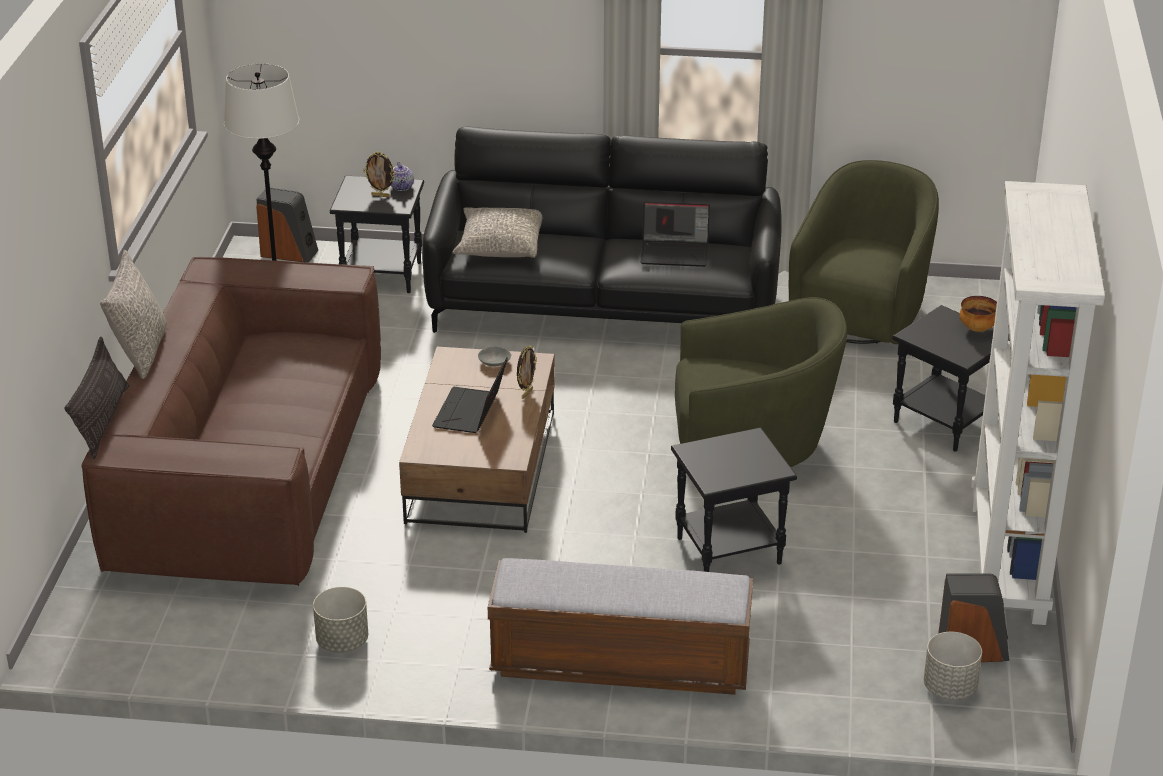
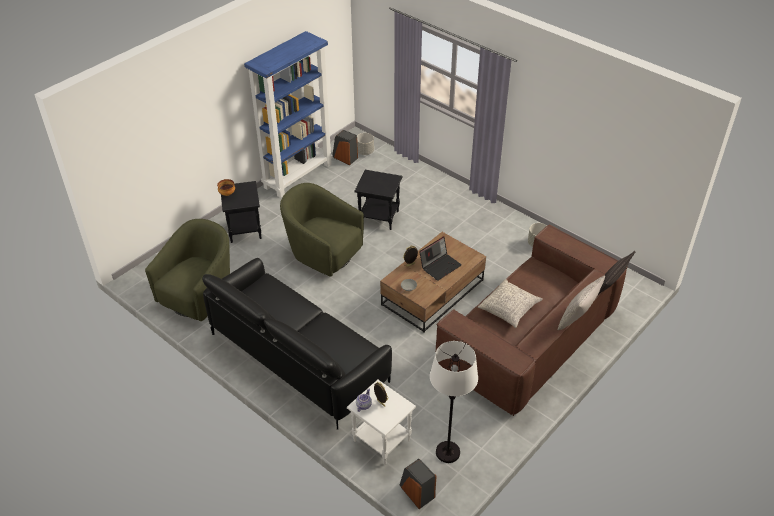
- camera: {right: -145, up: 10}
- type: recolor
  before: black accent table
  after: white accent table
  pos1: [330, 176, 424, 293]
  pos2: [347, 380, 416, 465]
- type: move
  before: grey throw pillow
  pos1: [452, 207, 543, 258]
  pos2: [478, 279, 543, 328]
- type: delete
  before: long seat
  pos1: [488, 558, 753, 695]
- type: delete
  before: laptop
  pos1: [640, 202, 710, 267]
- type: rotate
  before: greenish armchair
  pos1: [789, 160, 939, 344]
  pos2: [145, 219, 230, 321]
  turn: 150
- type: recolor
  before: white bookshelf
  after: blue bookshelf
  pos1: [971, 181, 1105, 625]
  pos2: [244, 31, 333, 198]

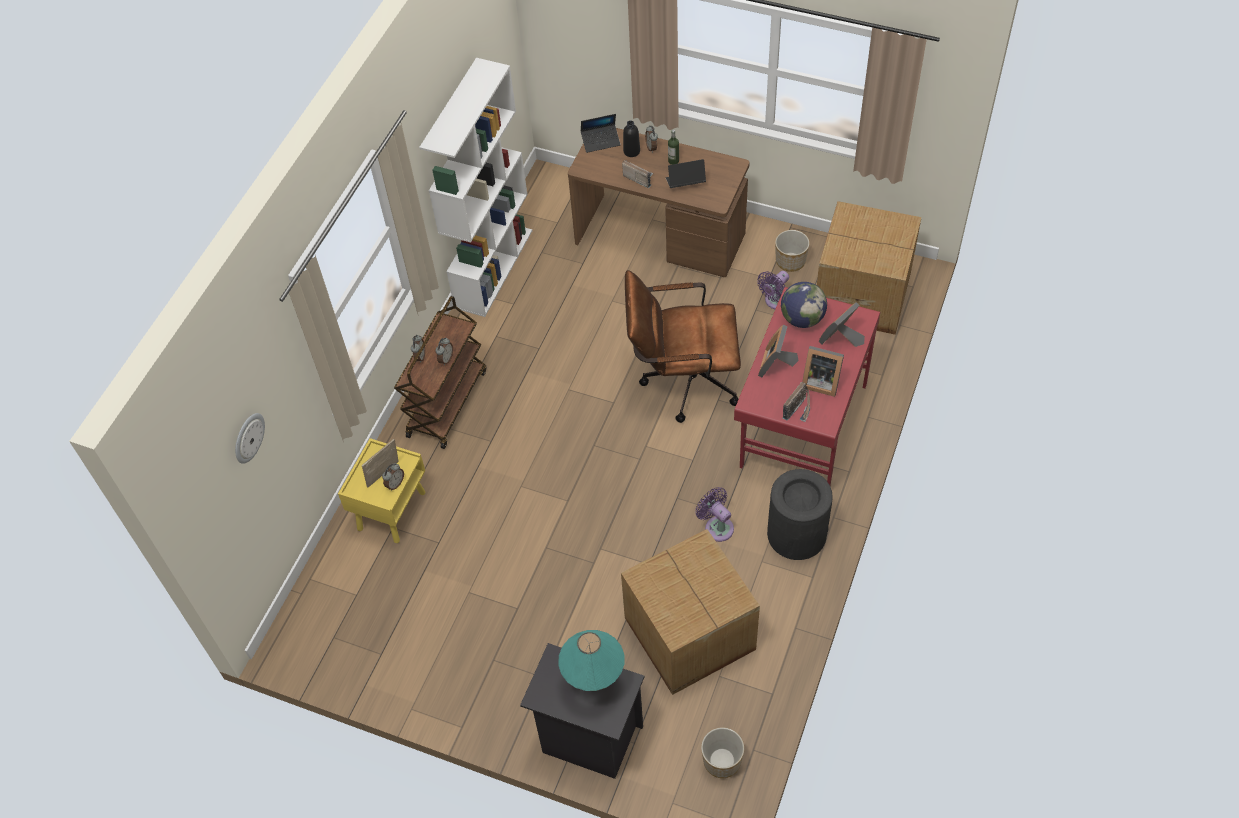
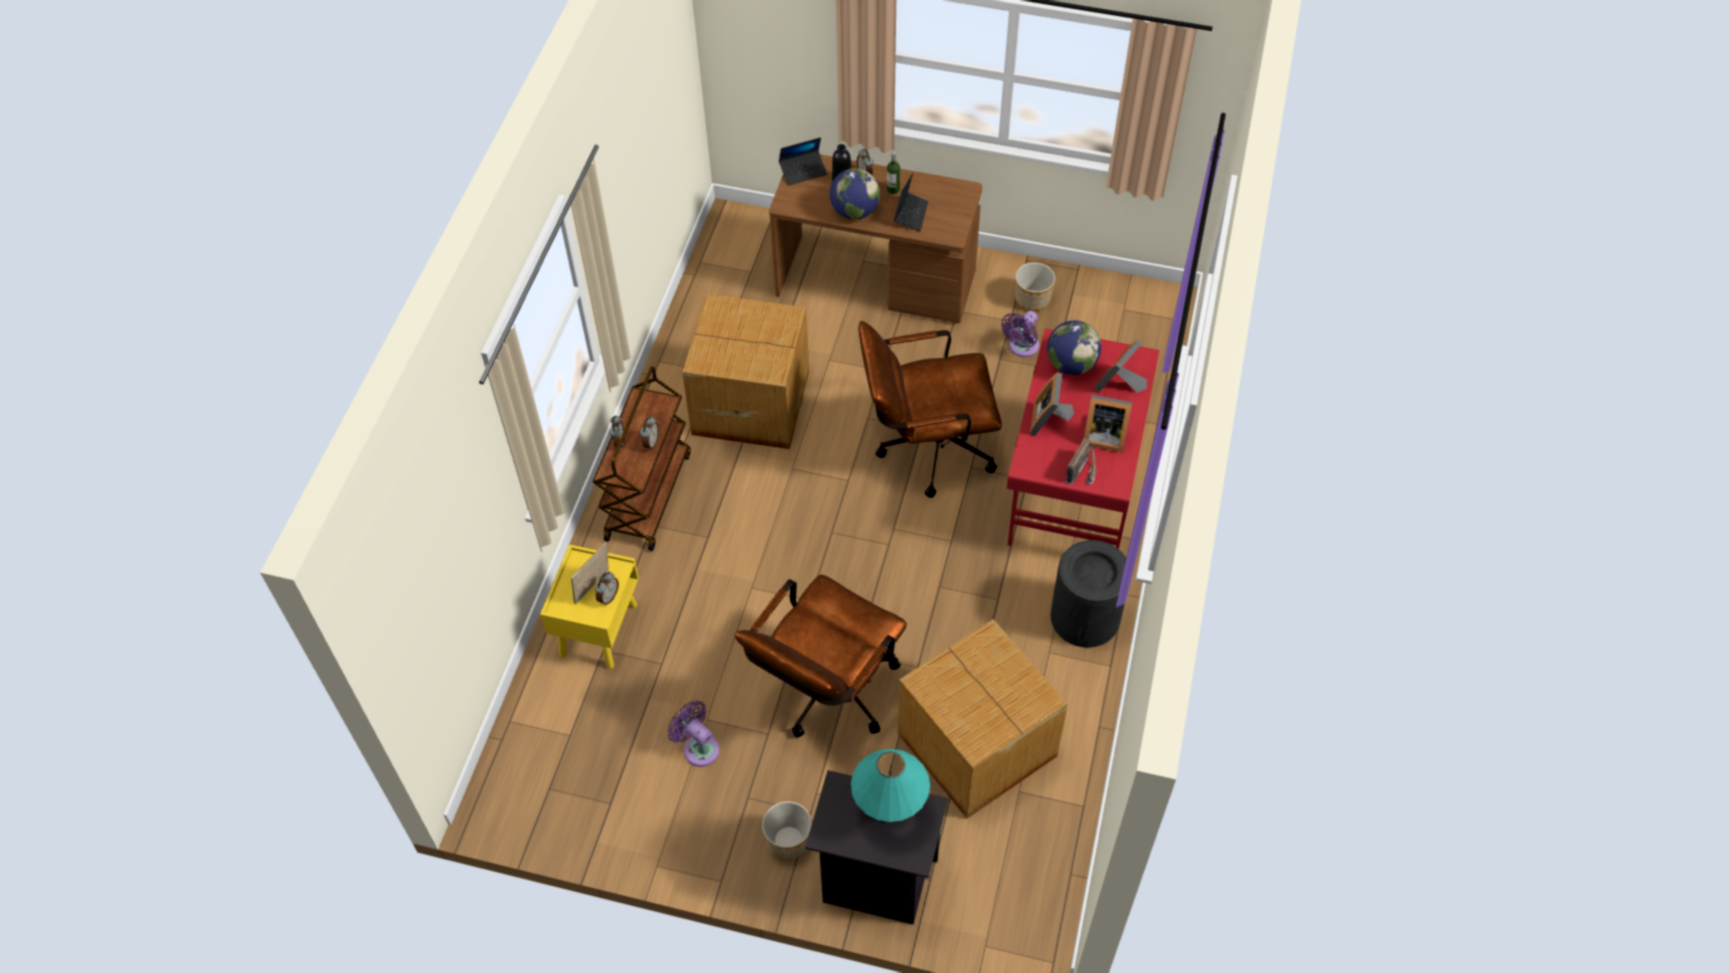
- camera: {right: -10, up: 0}
- type: delete
  before: clock on the wall
  pos1: [235, 413, 265, 464]
- type: delete
  before: white bookshelf
  pos1: [419, 58, 532, 317]
- type: replace
  before: radio receiver
  after: world globe
  pos1: [622, 160, 653, 188]
  pos2: [830, 168, 880, 220]
- type: rotate
  before: laptop
  pos1: [666, 159, 706, 188]
  pos2: [894, 173, 928, 232]
  turn: 120
- type: move
  before: purplish cooling fan
  pos1: [695, 487, 734, 542]
  pos2: [667, 700, 720, 767]
- type: move
  before: planter
  pos1: [701, 727, 744, 778]
  pos2: [762, 801, 812, 860]
- type: move
  before: cardboard box
  pos1: [817, 201, 922, 335]
  pos2: [682, 294, 809, 449]
- type: insert
  after: brownish desk chair
  pos2: [735, 575, 907, 737]

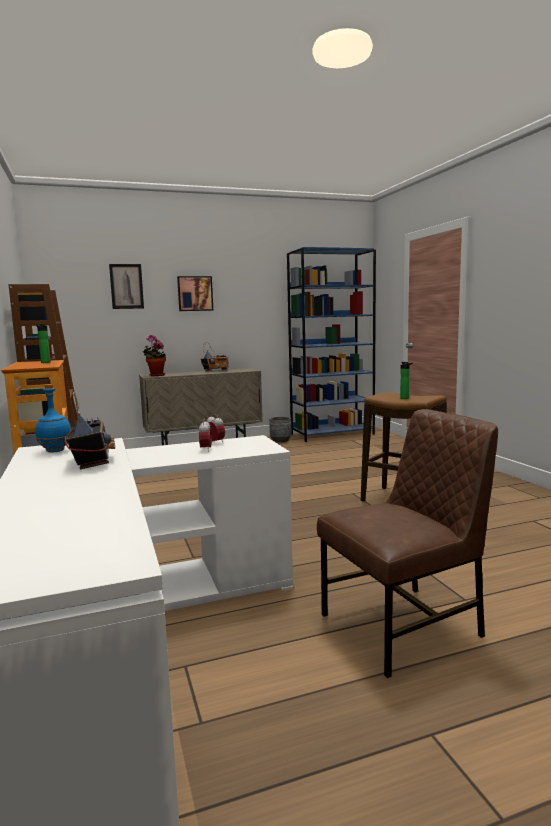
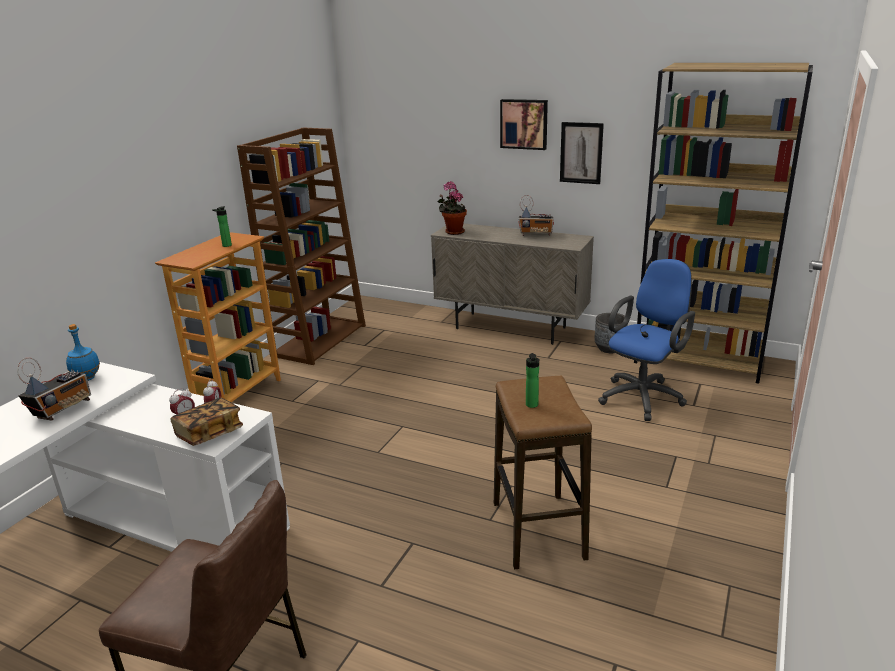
- camera: {right: 45, up: 15}
- type: move
  before: picture
  pos1: [109, 264, 144, 309]
  pos2: [560, 122, 604, 184]
- type: recolor
  before: blue bookshelf
  after: brownish bookshelf
  pos1: [287, 247, 376, 442]
  pos2: [634, 63, 813, 384]
- type: insert
  after: book
  pos2: [170, 398, 243, 446]
- type: insert
  after: blue desk chair
  pos2: [598, 259, 695, 421]

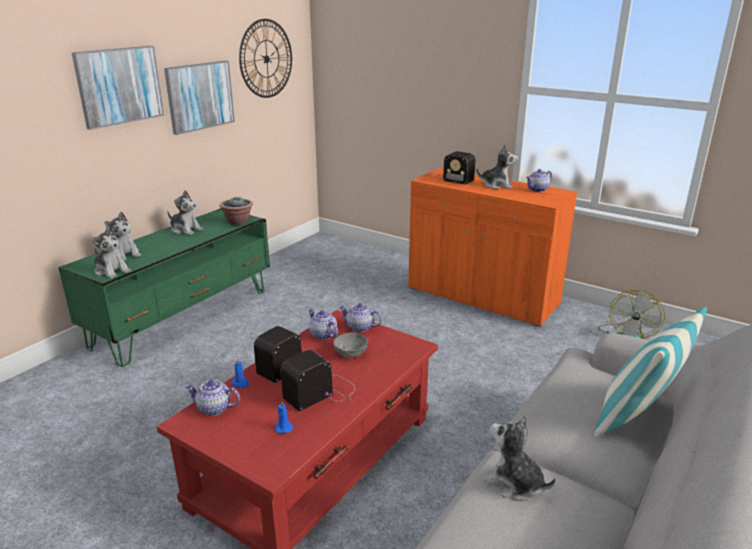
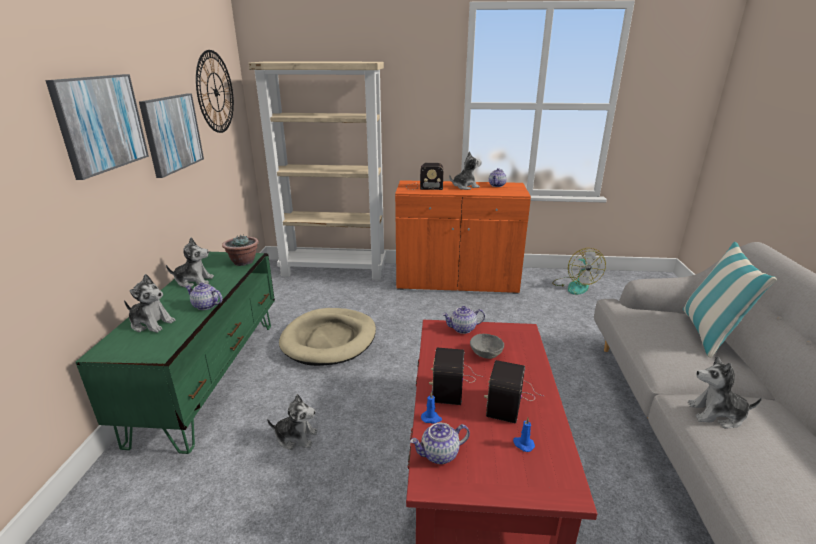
- camera: {right: -30, up: 0}
- type: move
  before: cuddly toy
  pos1: [92, 226, 131, 279]
  pos2: [267, 394, 318, 450]
- type: move
  before: teapot
  pos1: [308, 309, 338, 340]
  pos2: [185, 283, 223, 310]
- type: insert
  after: beige-coloured bookshelf
  pos2: [249, 61, 386, 280]
- type: insert
  after: beige-coloured dog bed
  pos2: [279, 308, 376, 366]

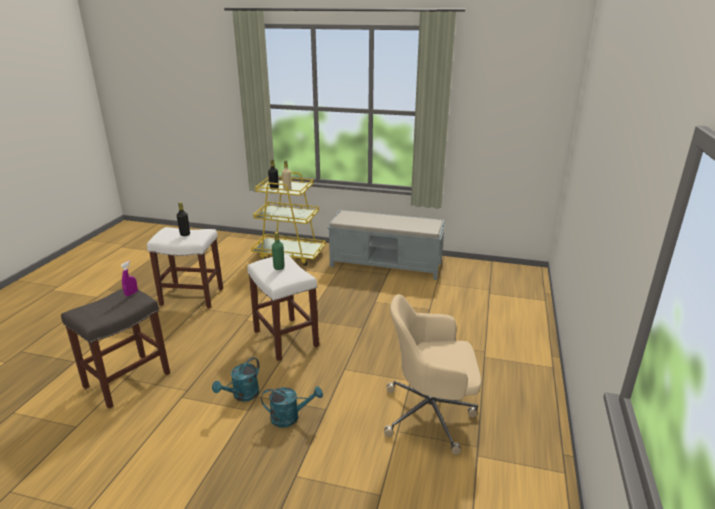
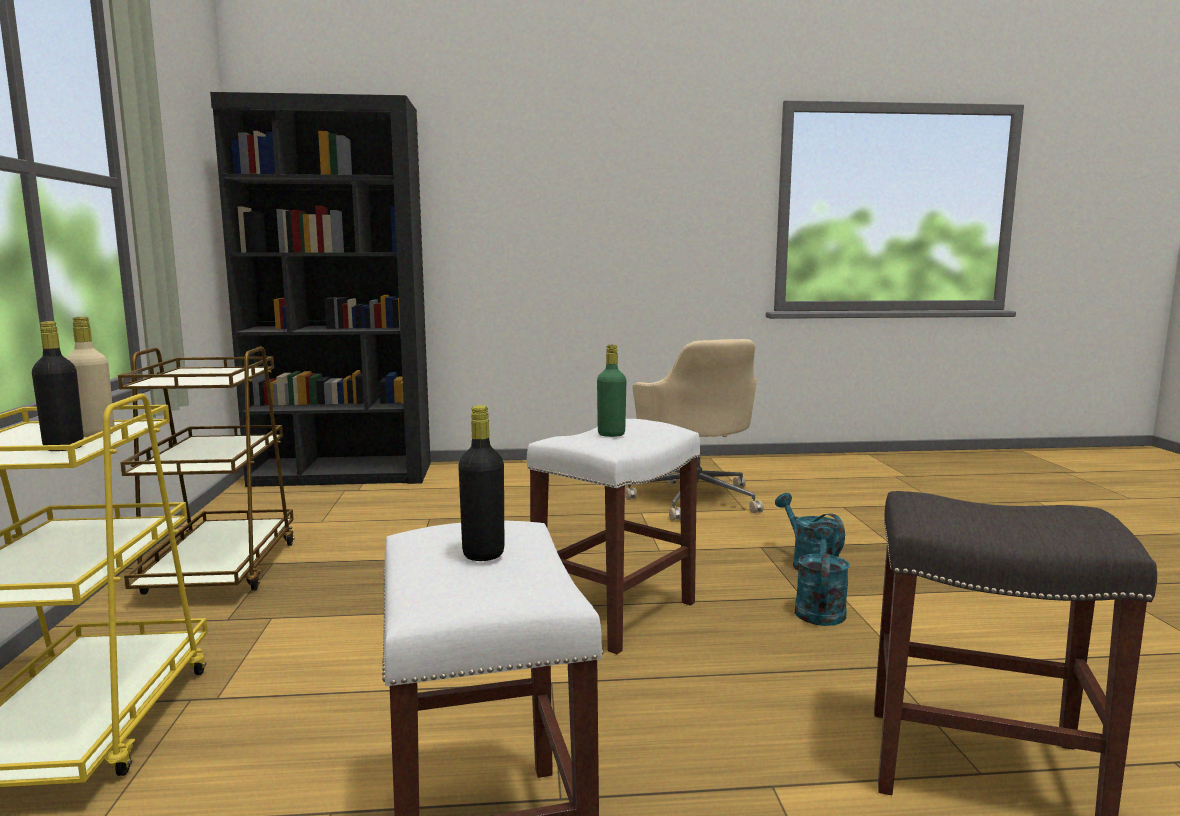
- camera: {right: -110, up: -15}
- type: delete
  before: purplish hand sprayer
  pos1: [121, 261, 138, 297]
- type: rotate
  before: blue-green sprinkling can
  pos1: [212, 357, 260, 402]
  pos2: [795, 525, 850, 626]
  turn: -90
- type: replace
  before: grey long seat
  after: brownish cart
  pos1: [328, 210, 446, 280]
  pos2: [118, 346, 295, 594]
- type: insert
  after: black bookshelf
  pos2: [210, 92, 431, 487]

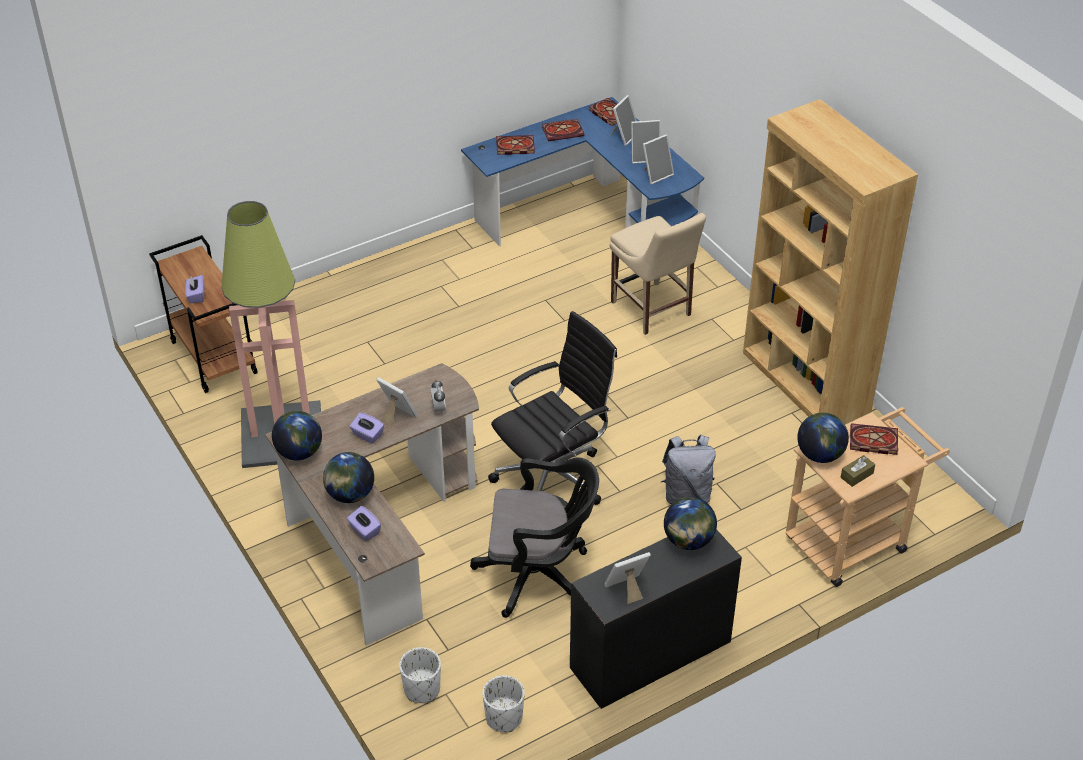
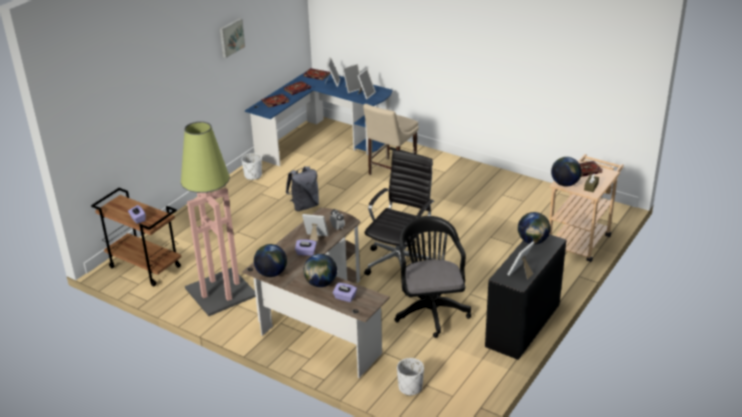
- camera: {right: -25, up: -10}
- type: rotate
  before: black desk chair
  pos1: [470, 457, 599, 618]
  pos2: [394, 216, 471, 338]
  turn: -75
- type: move
  before: white planter
  pos1: [482, 675, 525, 732]
  pos2: [241, 153, 262, 180]
- type: rotate
  before: beige-coloured plain chair
  pos1: [610, 213, 706, 335]
  pos2: [363, 104, 419, 175]
  turn: 90
- type: move
  before: grey knapsack
  pos1: [661, 435, 716, 504]
  pos2: [285, 166, 319, 211]
- type: delete
  before: brownish bookshelf
  pos1: [743, 99, 918, 424]
- type: insert
  after: picture
  pos2: [220, 18, 245, 58]

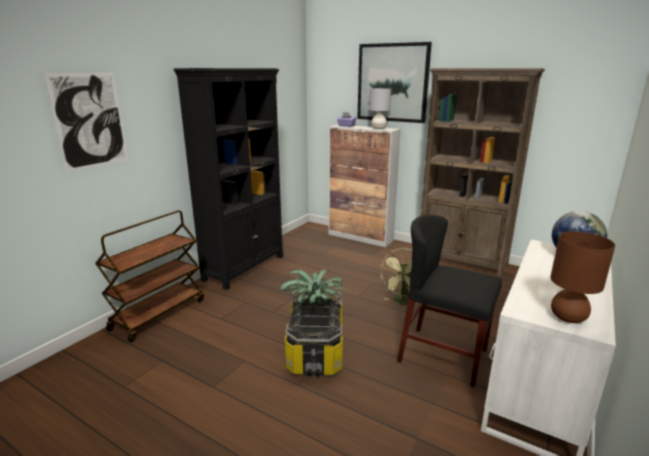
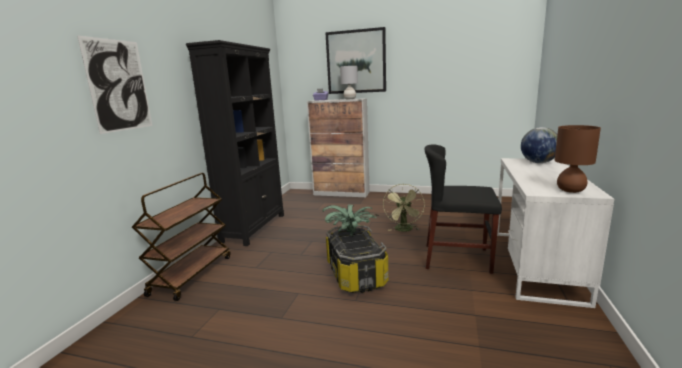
- camera: {right: -15, up: -5}
- type: delete
  before: brownish bookshelf
  pos1: [421, 68, 545, 278]

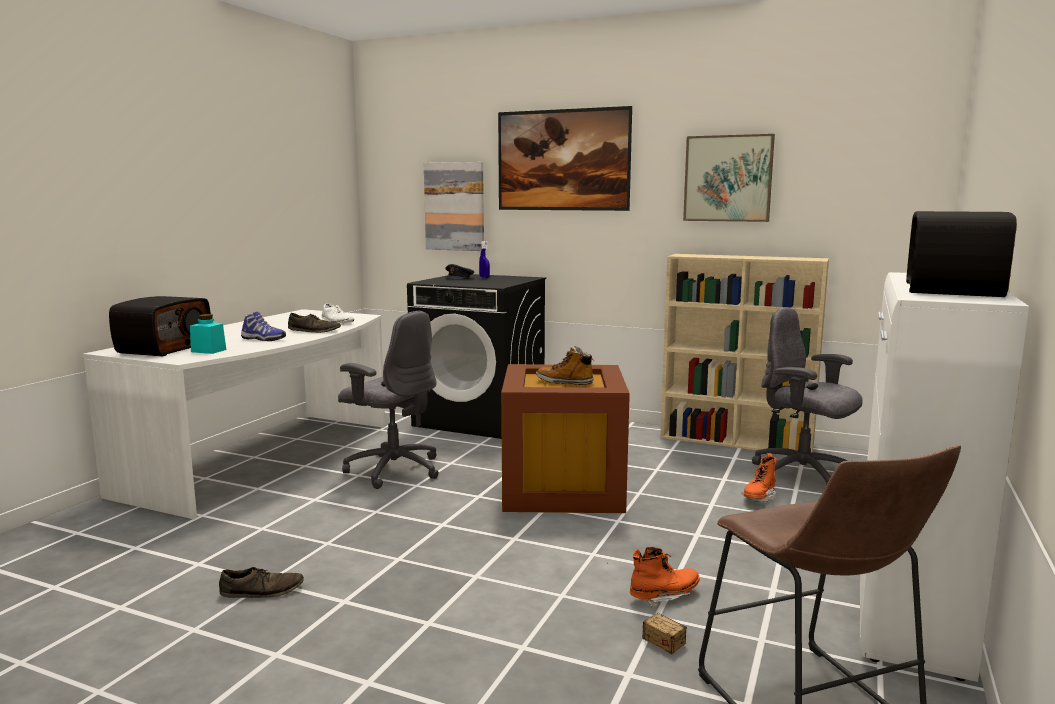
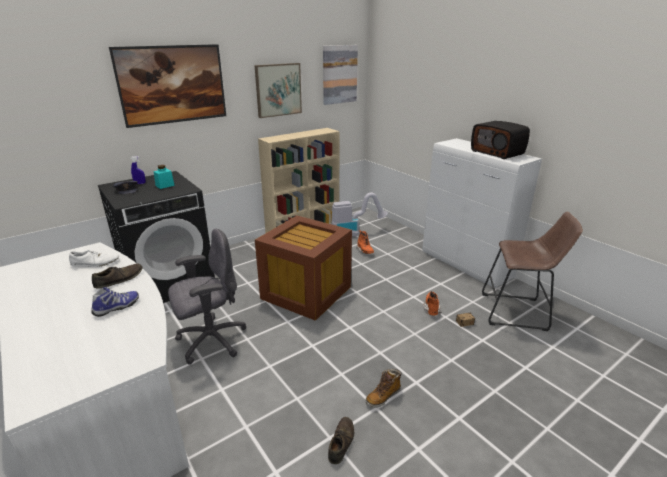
- camera: {right: -60, up: 15}
- type: delete
  before: radio receiver
  pos1: [109, 296, 211, 357]
- type: move
  before: blue-green preserve jar
  pos1: [190, 314, 226, 354]
  pos2: [154, 165, 175, 189]
- type: move
  before: picture
  pos1: [424, 162, 484, 251]
  pos2: [323, 45, 358, 105]
- type: move
  before: high-top boot
  pos1: [536, 345, 594, 385]
  pos2: [366, 369, 401, 408]
- type: replace
  before: grey desk chair
  after: vacuum
  pos1: [752, 308, 863, 485]
  pos2: [331, 192, 388, 237]

